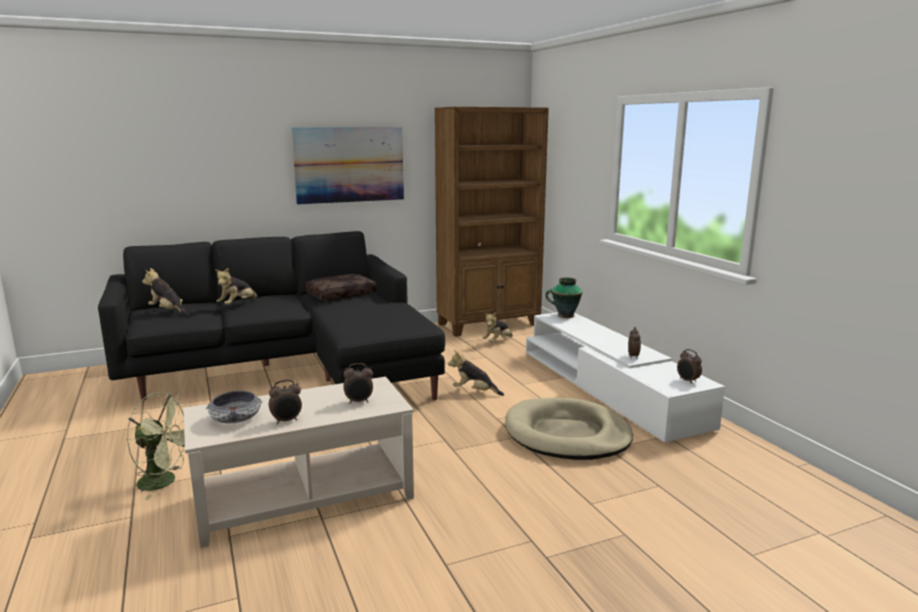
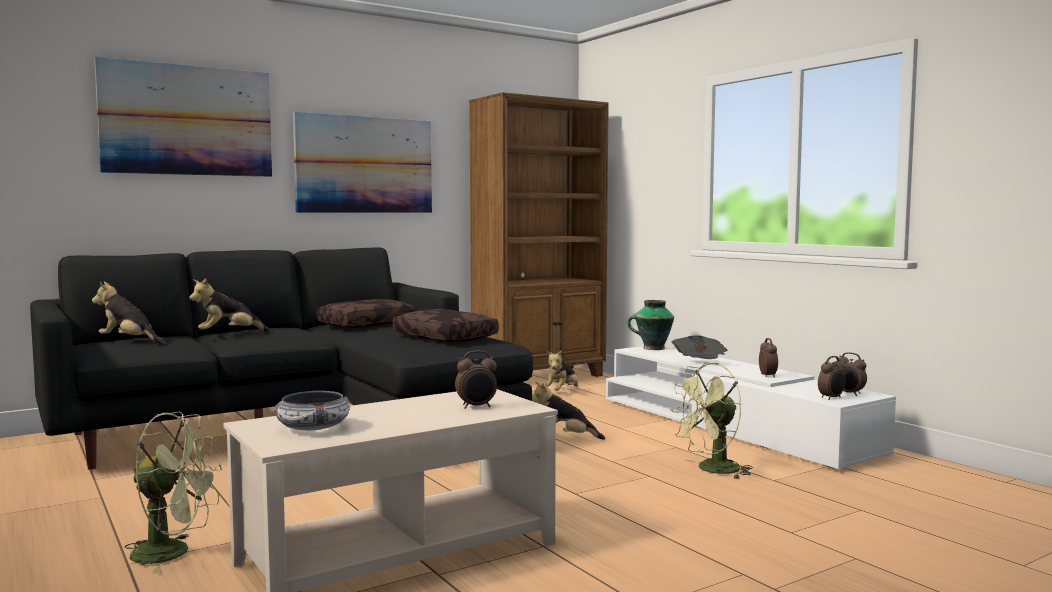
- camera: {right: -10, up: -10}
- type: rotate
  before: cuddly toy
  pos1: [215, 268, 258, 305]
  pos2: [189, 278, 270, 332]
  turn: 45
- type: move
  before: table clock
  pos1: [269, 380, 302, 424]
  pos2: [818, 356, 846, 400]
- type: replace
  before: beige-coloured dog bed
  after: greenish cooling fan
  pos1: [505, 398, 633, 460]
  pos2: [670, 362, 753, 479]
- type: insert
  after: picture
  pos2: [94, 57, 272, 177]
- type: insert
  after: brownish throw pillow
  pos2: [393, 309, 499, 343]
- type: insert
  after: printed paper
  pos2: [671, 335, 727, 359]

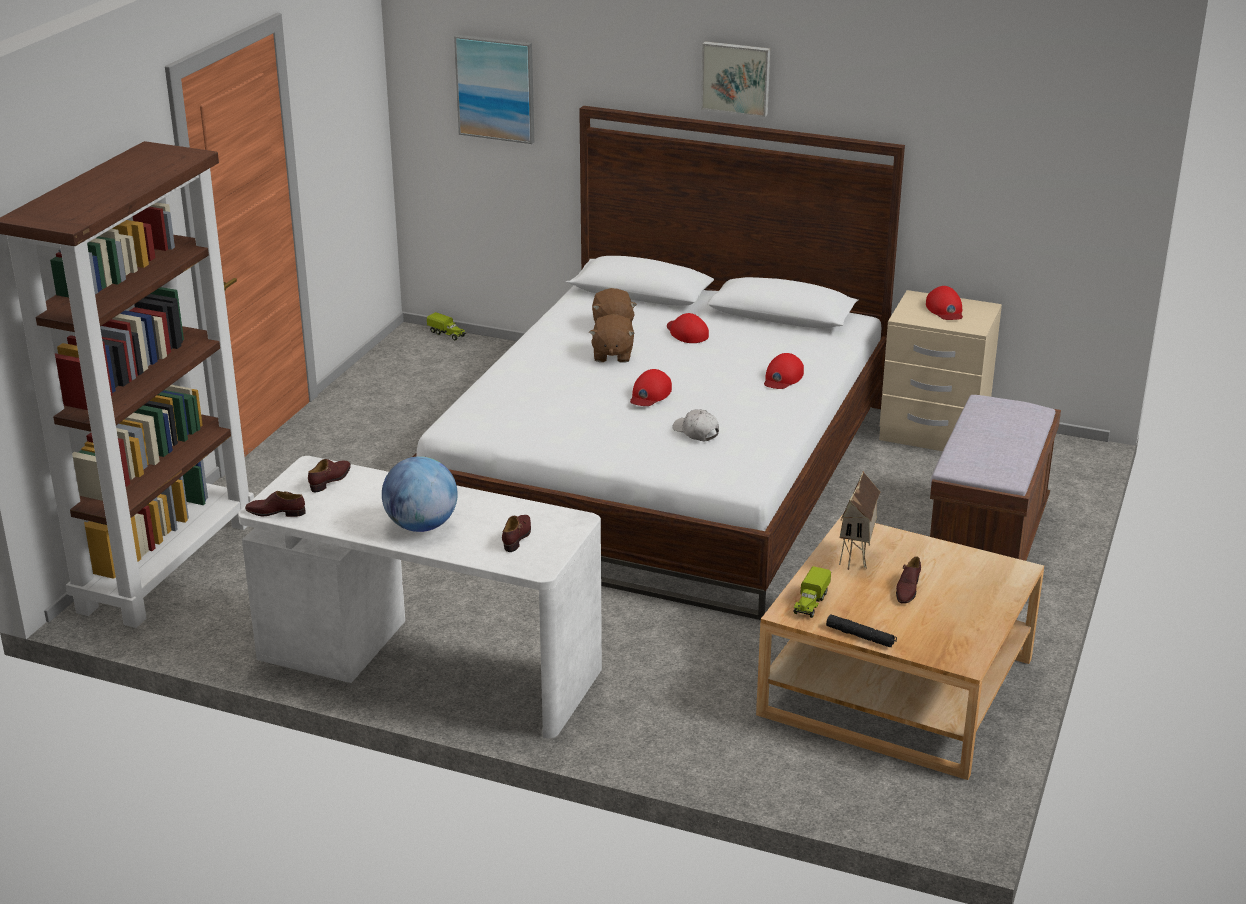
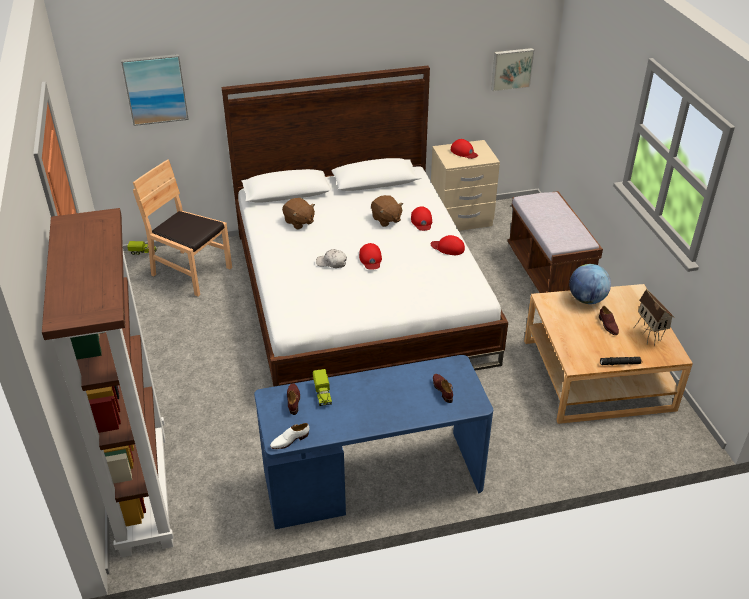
- camera: {right: -35, up: 10}
- type: recolor
  before: white desk
  after: blue desk
  pos1: [238, 456, 602, 738]
  pos2: [254, 355, 493, 529]
- type: recolor
  before: brownish item of footwear
  after: white item of footwear
  pos1: [245, 491, 306, 517]
  pos2: [270, 423, 309, 449]
- type: move
  before: world globe
  pos1: [382, 456, 458, 532]
  pos2: [569, 264, 611, 304]
- type: move
  before: brownish cuddly toy
  pos1: [589, 314, 635, 363]
  pos2: [371, 195, 403, 227]
- type: move
  before: red-coloured peaked cap
  pos1: [667, 313, 709, 343]
  pos2: [431, 235, 465, 255]
- type: move
  before: white peaked cap
  pos1: [672, 409, 719, 441]
  pos2: [316, 249, 347, 268]
- type: move
  before: picture
  pos1: [701, 41, 770, 117]
  pos2: [491, 48, 534, 92]
- type: move
  before: model truck
  pos1: [793, 566, 831, 618]
  pos2: [313, 369, 332, 406]
- type: move
  before: toy house
  pos1: [839, 471, 880, 570]
  pos2: [633, 289, 675, 346]
- type: insert
  after: brownish plain chair
  pos2: [133, 159, 232, 297]

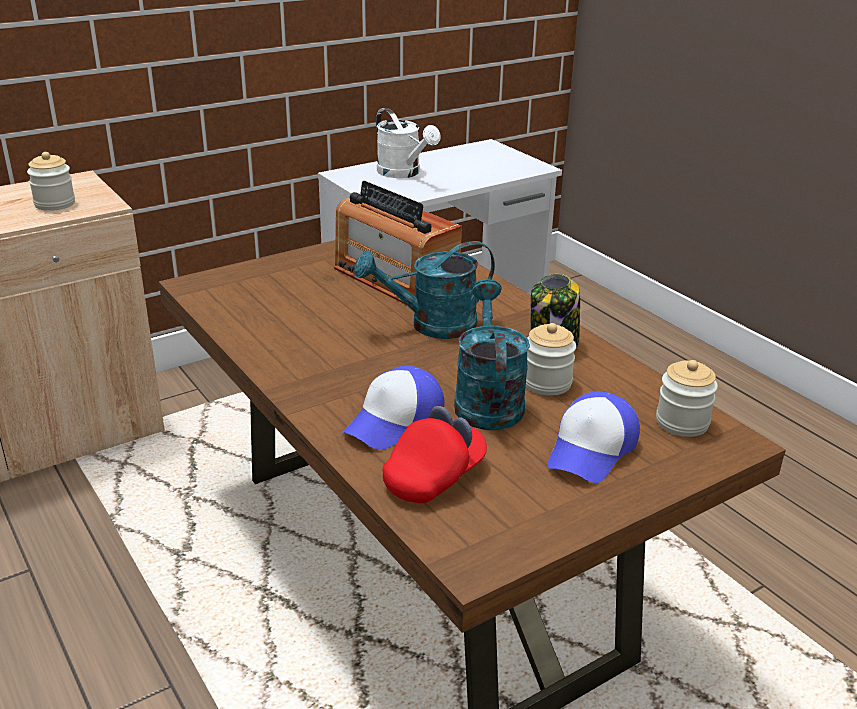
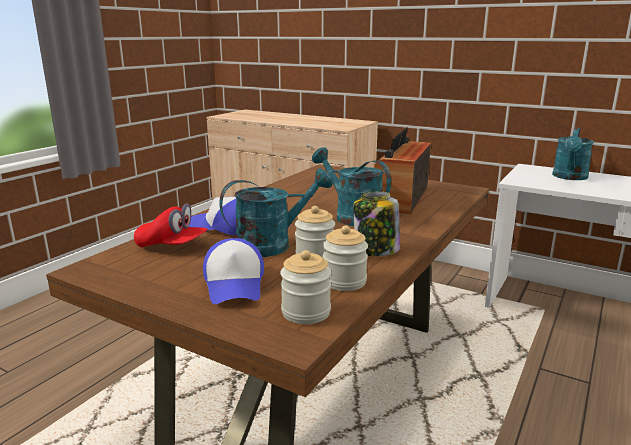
- camera: {right: 65, up: -10}
- type: move
  before: preserve jar
  pos1: [27, 152, 75, 211]
  pos2: [323, 225, 368, 291]
- type: recolor
  before: white sprinkling can
  after: blue-green sprinkling can
  pos1: [376, 108, 441, 178]
  pos2: [552, 127, 594, 180]
- type: rotate
  before: peaked cap
  pos1: [547, 391, 640, 483]
  pos2: [203, 238, 264, 304]
  turn: -105

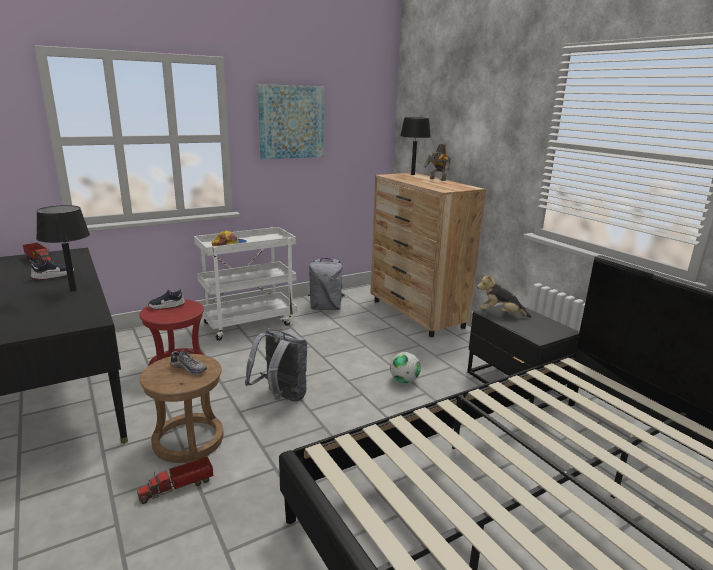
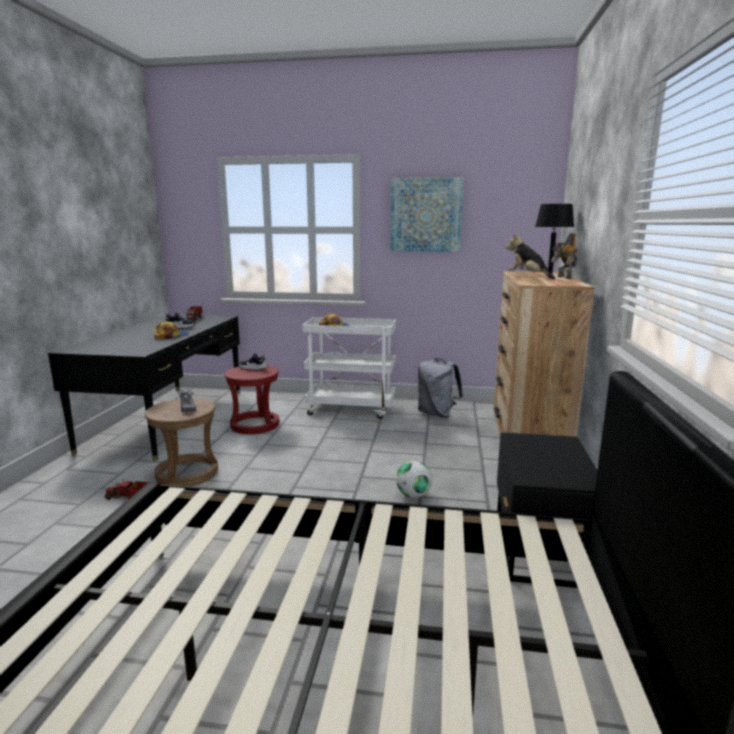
- camera: {right: 40, up: -5}
- type: replace
  before: black table lamp
  after: peaked cap
  pos1: [36, 205, 90, 291]
  pos2: [153, 321, 189, 339]
- type: delete
  before: grey knapsack
  pos1: [245, 329, 307, 402]
- type: move
  before: cuddly toy
  pos1: [477, 273, 531, 318]
  pos2: [506, 234, 556, 279]

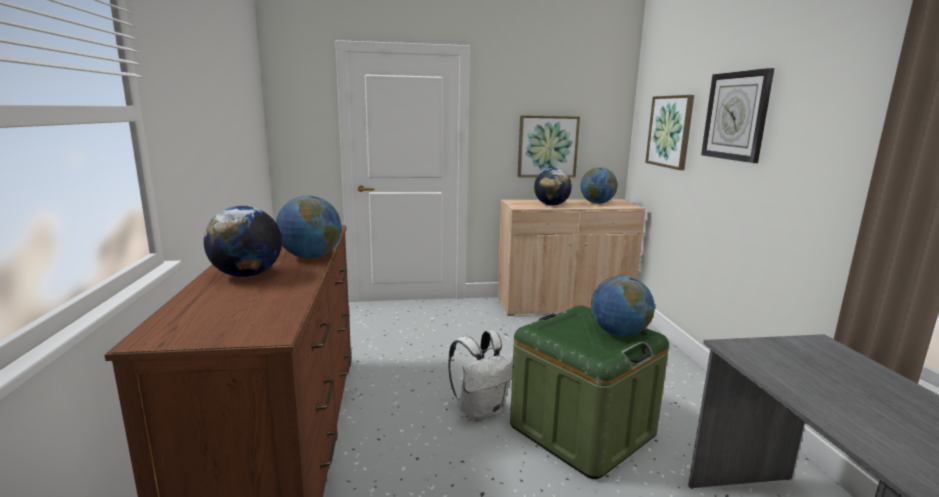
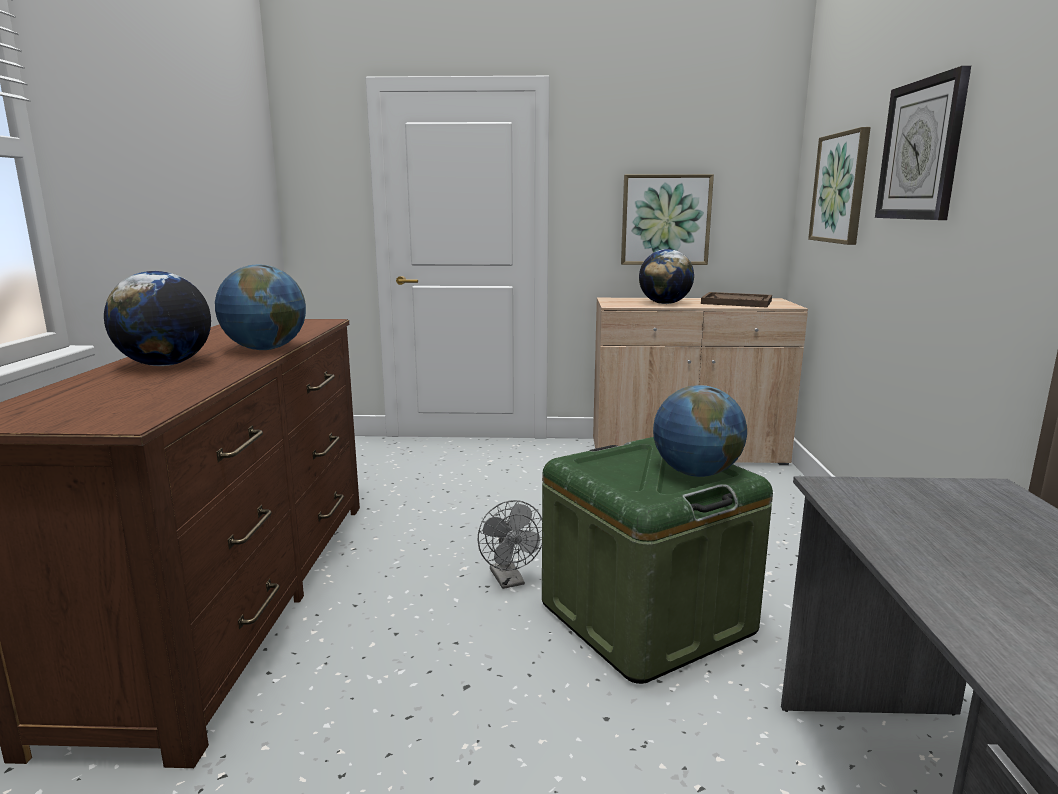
- camera: {right: 10, up: 0}
- type: replace
  before: white knapsack
  after: grey cooling fan
  pos1: [448, 330, 513, 422]
  pos2: [478, 500, 542, 589]
- type: replace
  before: world globe
  after: brownish serving tray
  pos1: [581, 167, 618, 204]
  pos2: [701, 292, 772, 308]

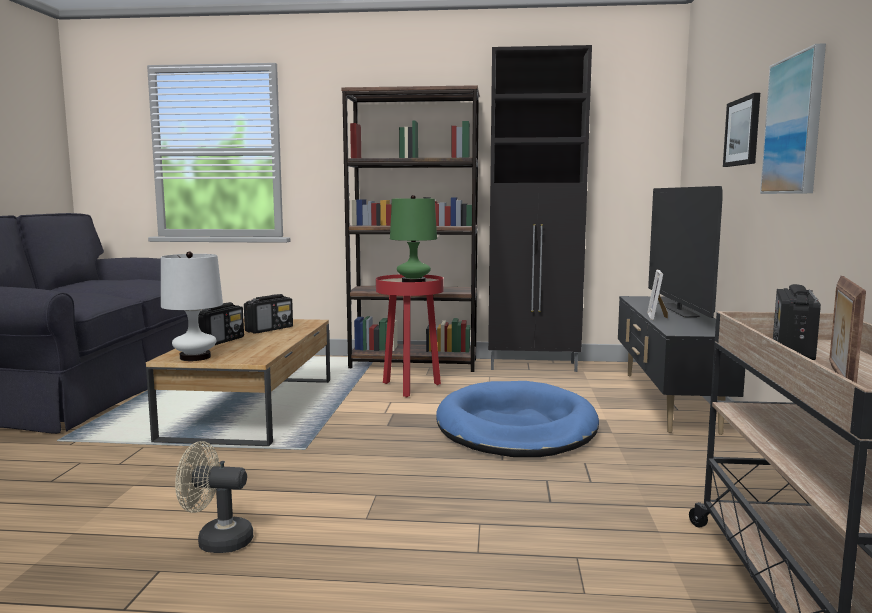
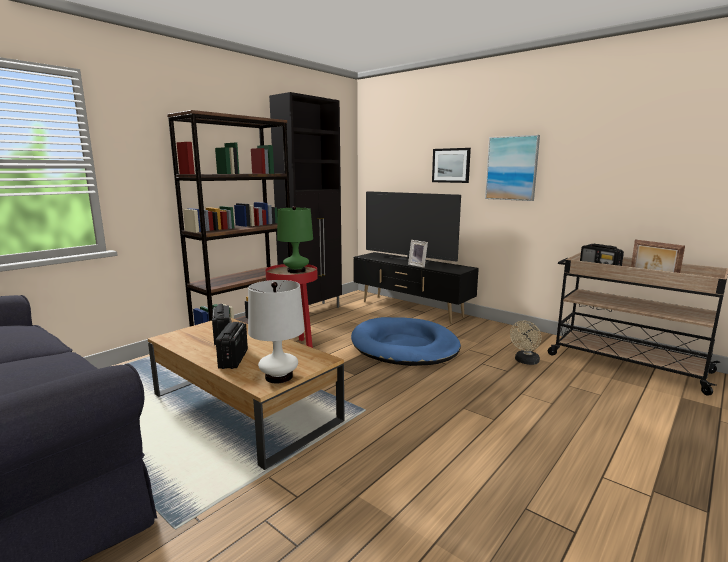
- camera: {right: -55, up: 5}
- type: move
  before: beige-coloured cooling fan
  pos1: [175, 441, 253, 553]
  pos2: [510, 321, 541, 365]
- type: rotate
  before: radio receiver
  pos1: [198, 302, 244, 345]
  pos2: [216, 322, 248, 369]
  turn: -150

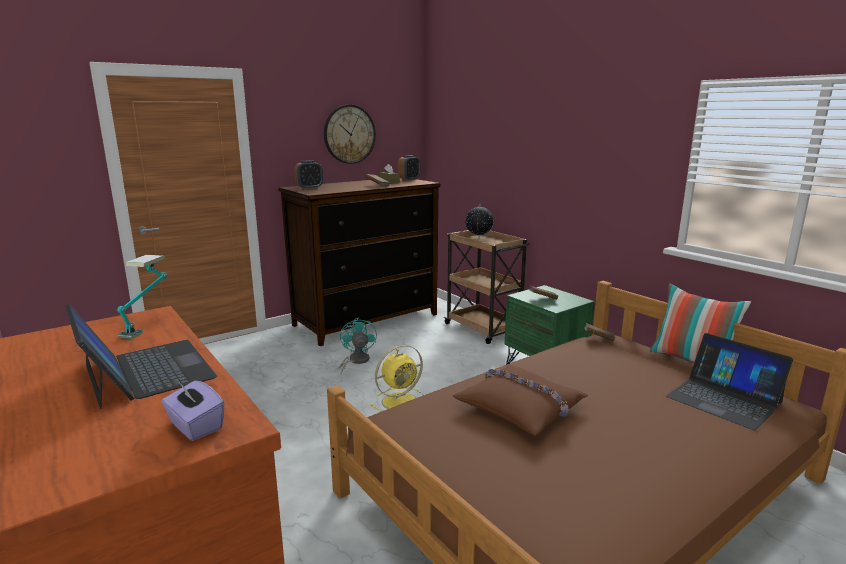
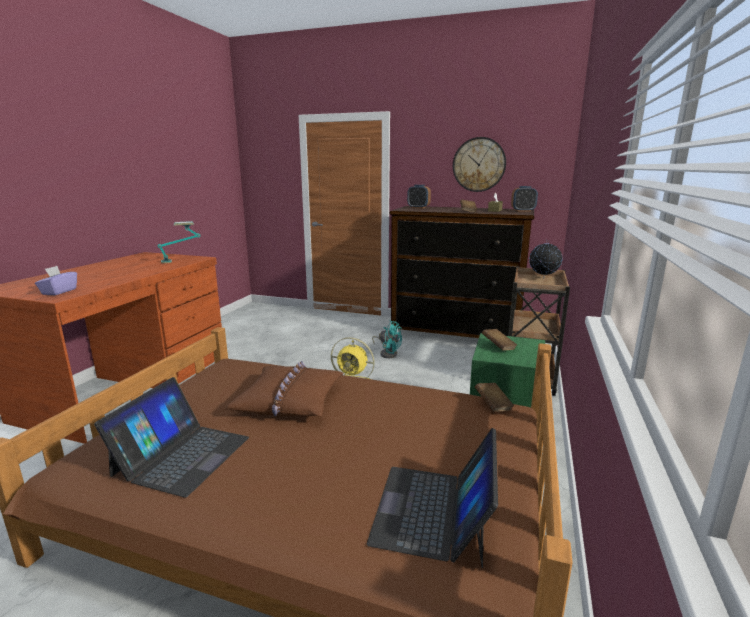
- camera: {right: 55, up: 0}
- type: move
  before: laptop
  pos1: [65, 304, 217, 409]
  pos2: [94, 377, 249, 497]
- type: rotate
  before: blue-green cooling fan
  pos1: [339, 317, 377, 374]
  pos2: [372, 320, 402, 358]
  turn: 75
- type: delete
  before: throw pillow
  pos1: [650, 283, 751, 362]

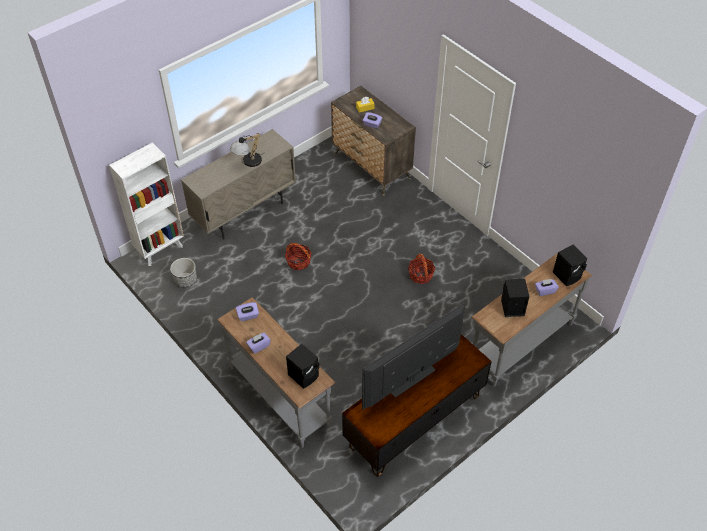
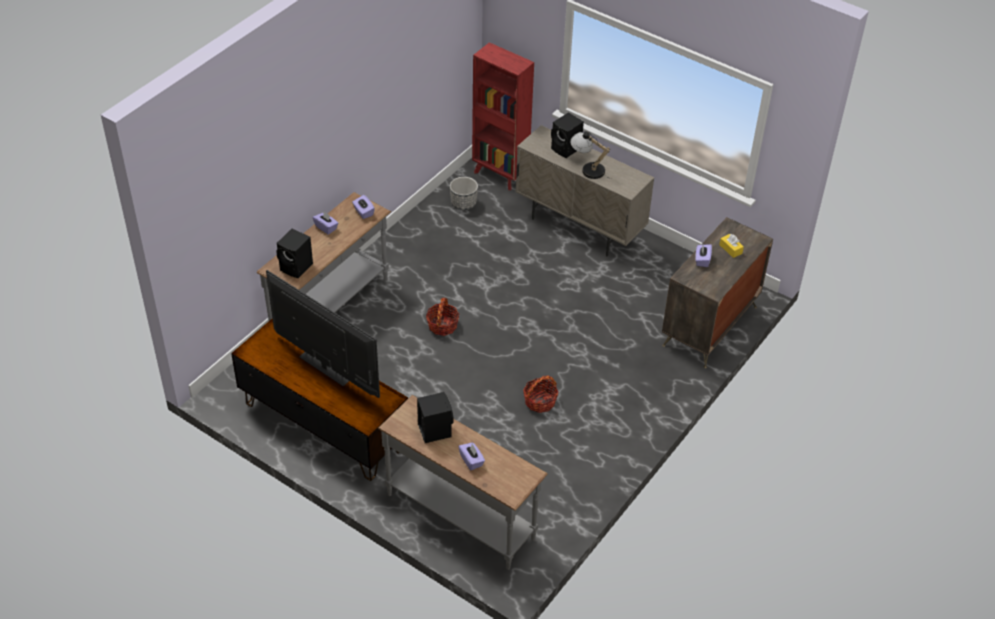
- camera: {right: 75, up: -5}
- type: recolor
  before: white bookshelf
  after: red-coloured bookshelf
  pos1: [109, 143, 184, 266]
  pos2: [472, 42, 534, 190]
- type: move
  before: household basket
  pos1: [285, 243, 312, 270]
  pos2: [426, 298, 460, 336]
- type: move
  before: black audio speaker
  pos1: [553, 245, 587, 286]
  pos2: [551, 112, 584, 158]

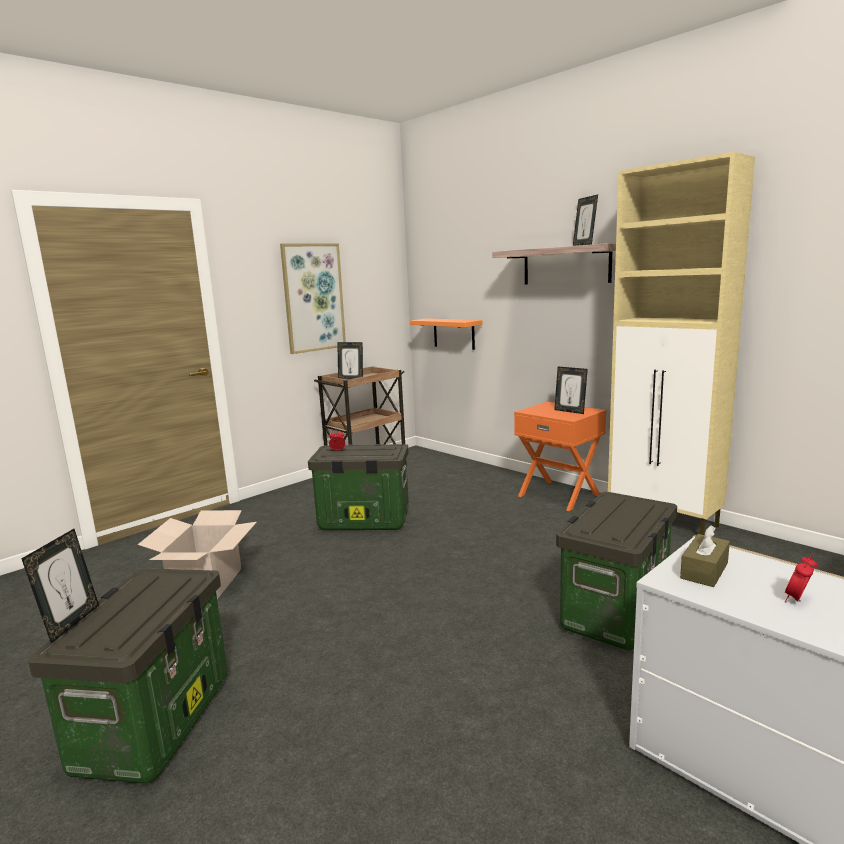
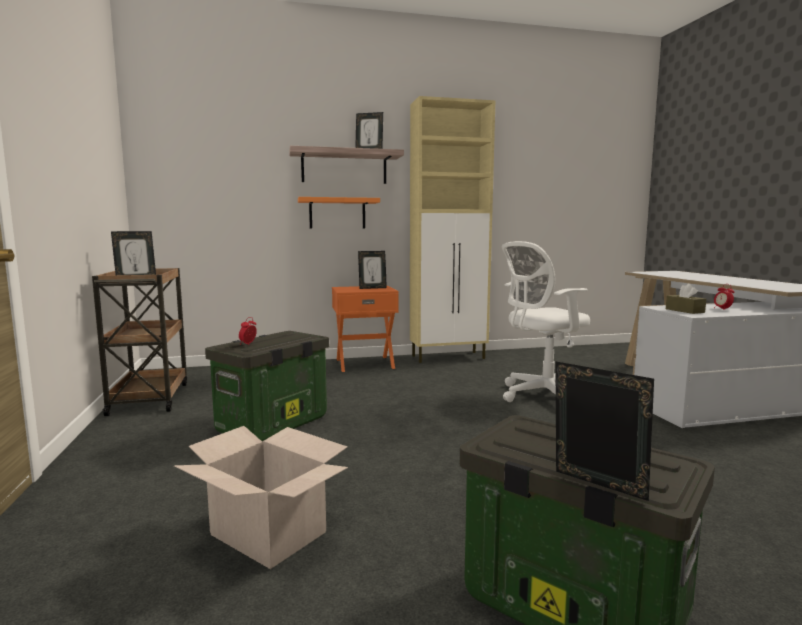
- camera: {right: -60, up: -5}
- type: delete
  before: picture
  pos1: [280, 243, 346, 354]
- type: move
  before: orange wall shelf
  pos1: [410, 318, 483, 350]
  pos2: [298, 197, 380, 228]
- type: replace
  before: storage container
  after: white desk chair
  pos1: [556, 492, 677, 651]
  pos2: [502, 241, 590, 402]

